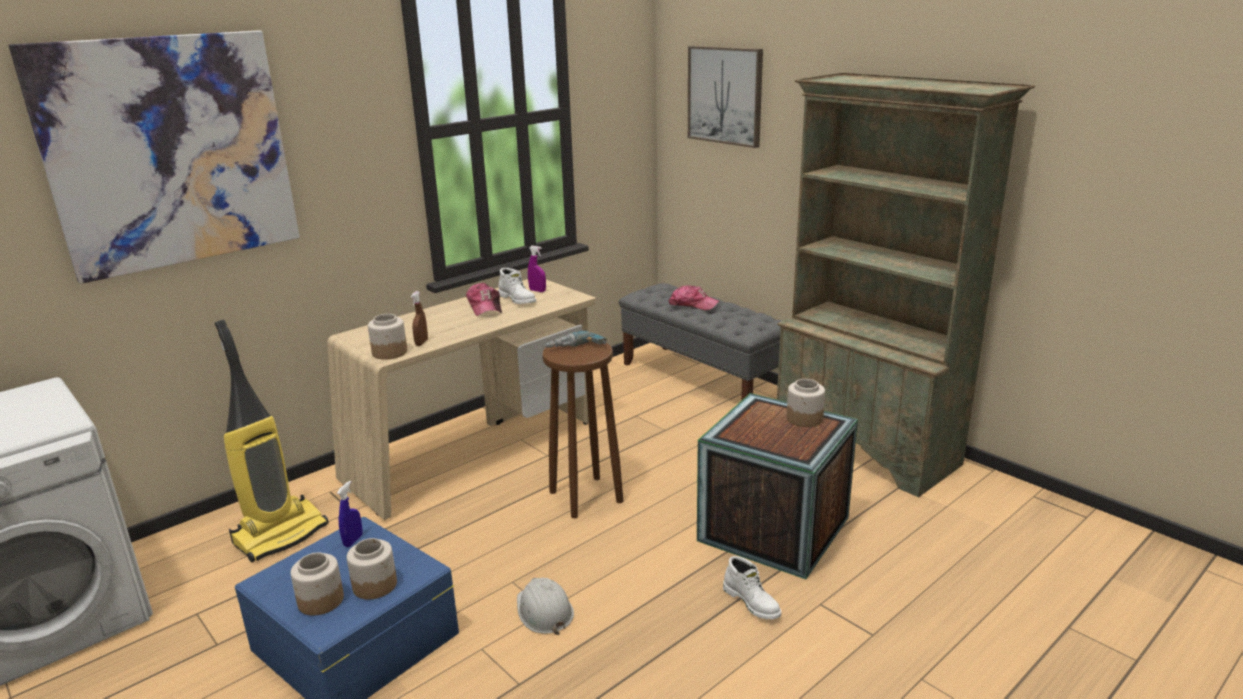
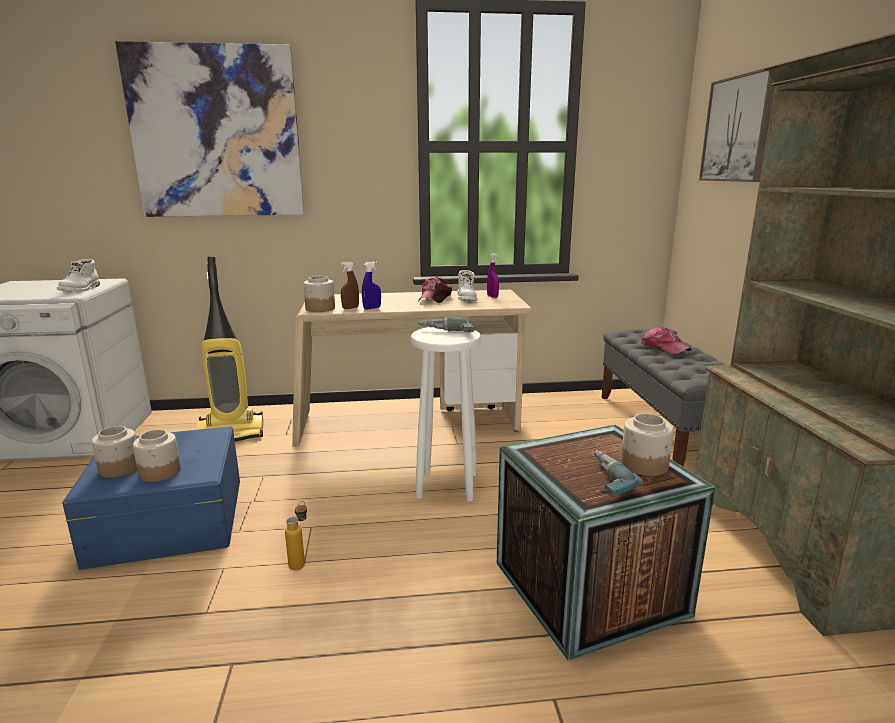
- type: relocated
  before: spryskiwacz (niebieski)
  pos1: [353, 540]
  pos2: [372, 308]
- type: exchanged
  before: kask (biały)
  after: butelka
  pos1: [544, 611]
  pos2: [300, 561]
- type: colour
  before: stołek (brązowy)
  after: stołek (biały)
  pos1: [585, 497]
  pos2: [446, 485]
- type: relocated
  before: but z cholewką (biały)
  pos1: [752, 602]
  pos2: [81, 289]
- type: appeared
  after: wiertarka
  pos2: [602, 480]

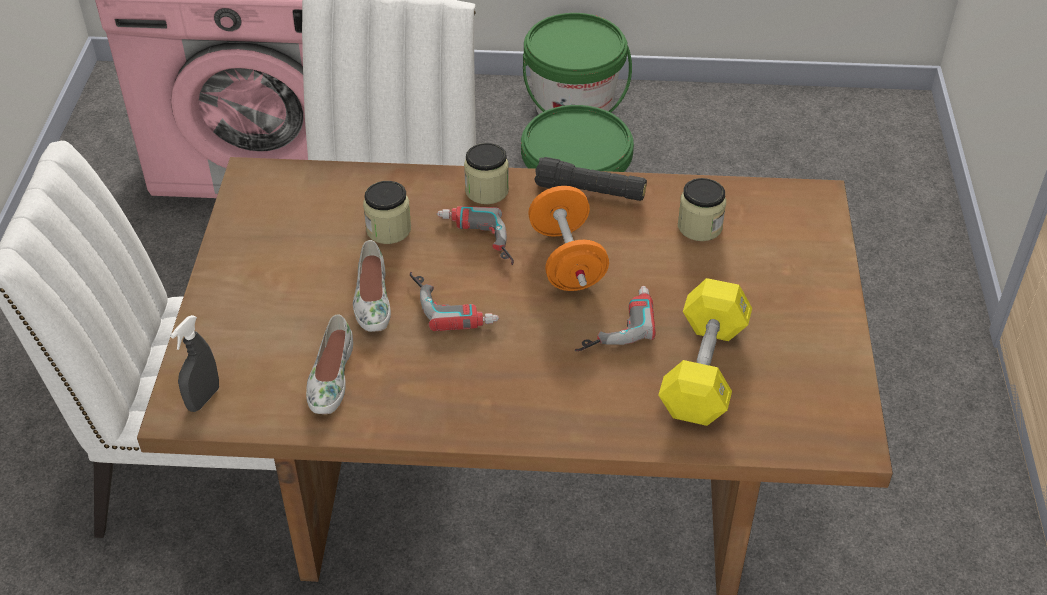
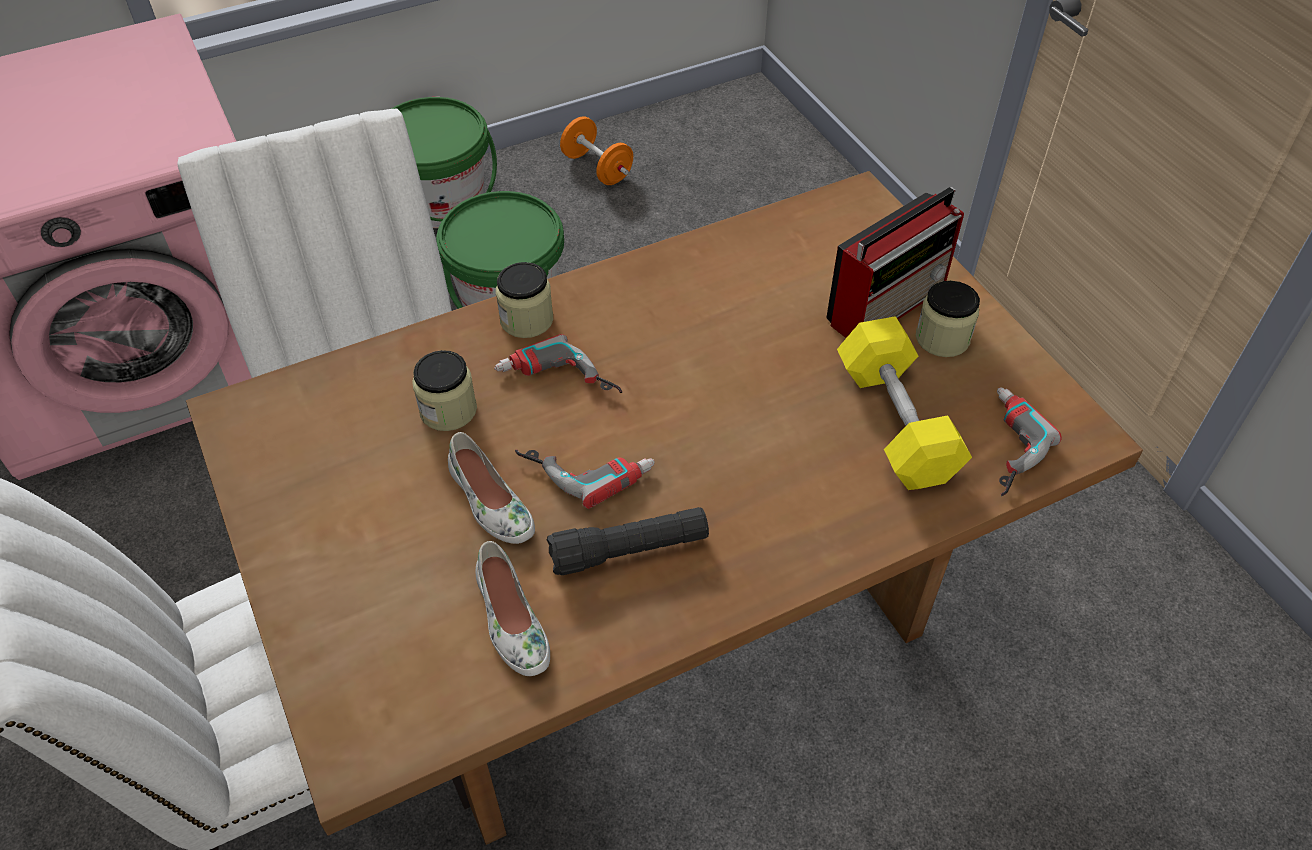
- type: missing
  before: spryskiwacz (szary)
  pos1: [203, 398]
- type: relocated
  before: hantel (pomarańczowy)
  pos1: [567, 260]
  pos2: [597, 168]
- type: relocated
  before: latarka (czarny)
  pos1: [590, 191]
  pos2: [629, 550]
- type: relocated
  before: wiertarka
  pos1: [613, 323]
  pos2: [1001, 445]
- type: relocated
  before: słoik
  pos1: [699, 227]
  pos2: [942, 338]
- type: appeared
  after: radio
  pos2: [888, 304]

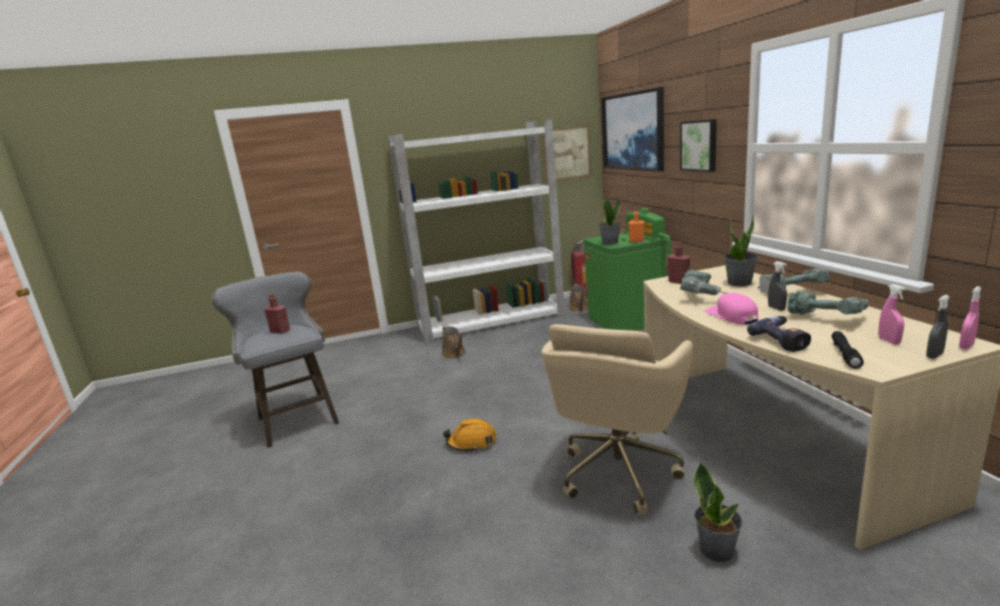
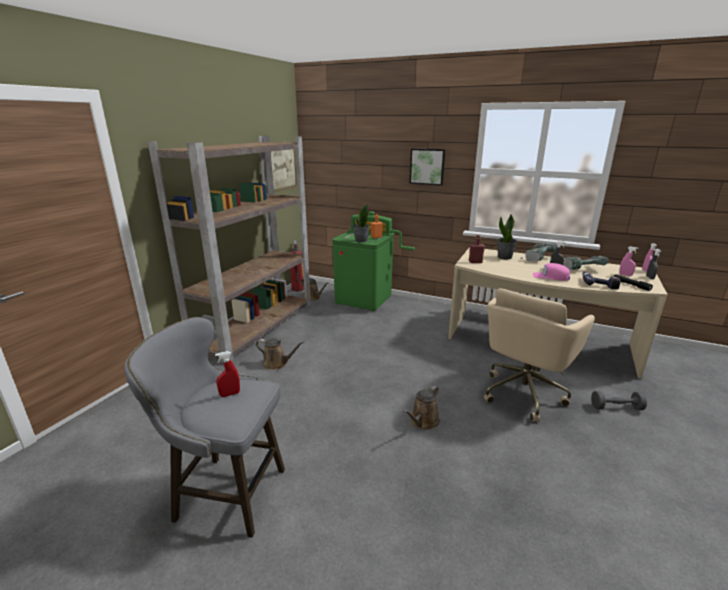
- type: exchanged
  before: butelka (czerwony)
  after: spryskiwacz (czerwony)
  pos1: [280, 331]
  pos2: [230, 394]
- type: colour
  before: regał (biały)
  after: regał (brązowy)
  pos1: [491, 321]
  pos2: [256, 326]
- type: exchanged
  before: kask (pomarańczowy)
  after: konewka (brązowy)
  pos1: [472, 442]
  pos2: [423, 422]
- type: spun
  before: krzesło biurowe (beżowy)
  pos1: [620, 471]
  pos2: [524, 393]
  turn: 60
- type: missing
  before: obraz
  pos1: [633, 131]
- type: missing
  before: wiertarka
  pos1: [702, 296]
- type: exchanged
  before: roślina doniczkowa
  after: hantel (szary)
  pos1: [717, 549]
  pos2: [616, 407]

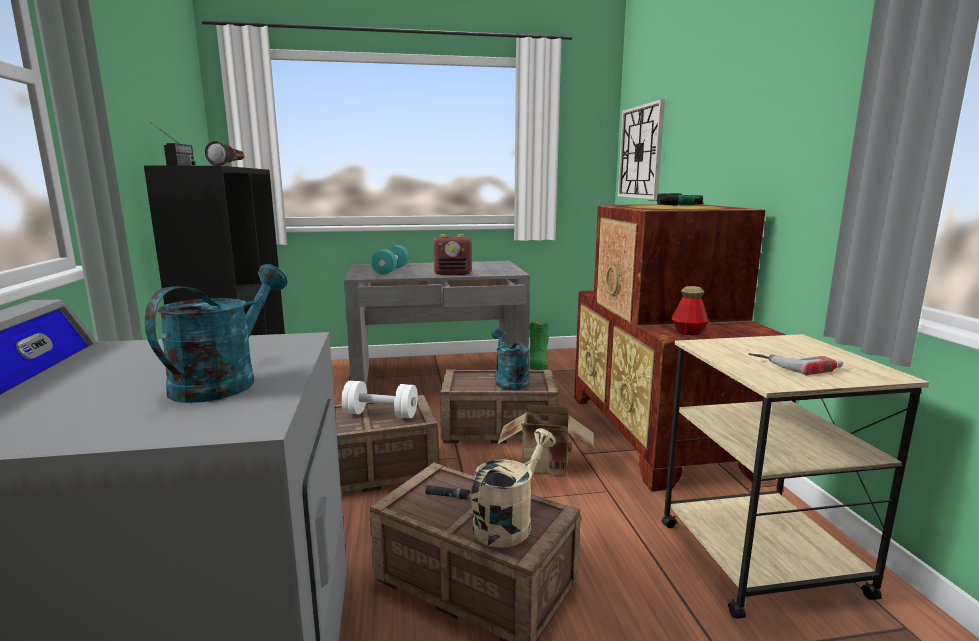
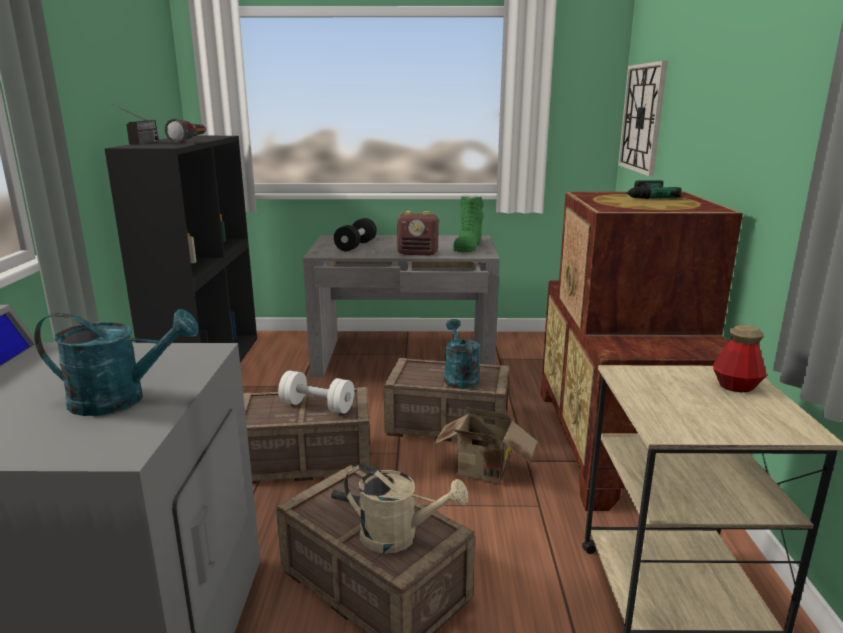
- type: spun
  before: konewka (turkusowy)
  pos1: [224, 381]
  pos2: [121, 399]
  turn: 60
- type: colour
  before: hantel (turkusowy)
  after: hantel (czarny)
  pos1: [391, 270]
  pos2: [356, 246]
- type: spun
  before: konewka (beżowy)
  pos1: [508, 522]
  pos2: [399, 537]
  turn: 60
- type: relocated
  before: but z cholewką (zielony)
  pos1: [538, 363]
  pos2: [468, 246]
- type: relocated
  before: butelka
  pos1: [688, 332]
  pos2: [736, 386]
- type: missing
  before: wiertarka
  pos1: [795, 365]

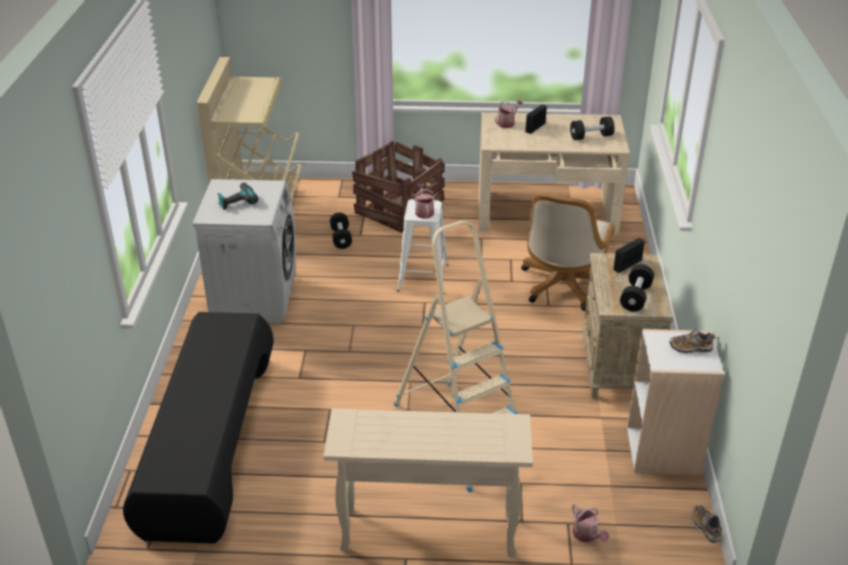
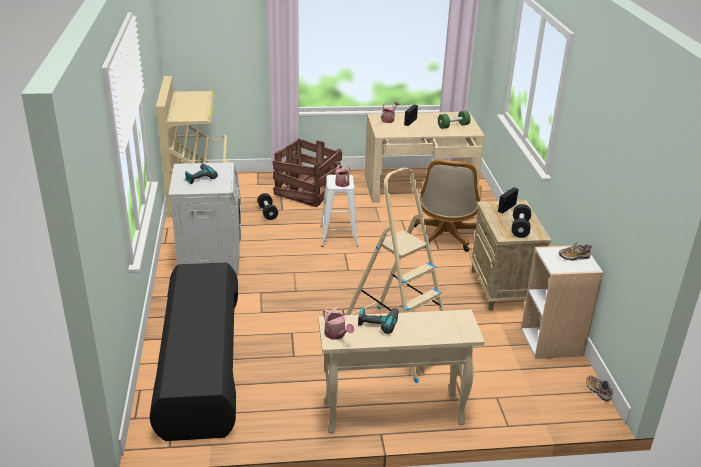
- type: colour
  before: hantel (czarny)
  after: hantel (zielony)
  pos1: [591, 136]
  pos2: [453, 126]
- type: relocated
  before: konewka
  pos1: [587, 535]
  pos2: [336, 335]
- type: appeared
  after: wiertarka
  pos2: [378, 322]

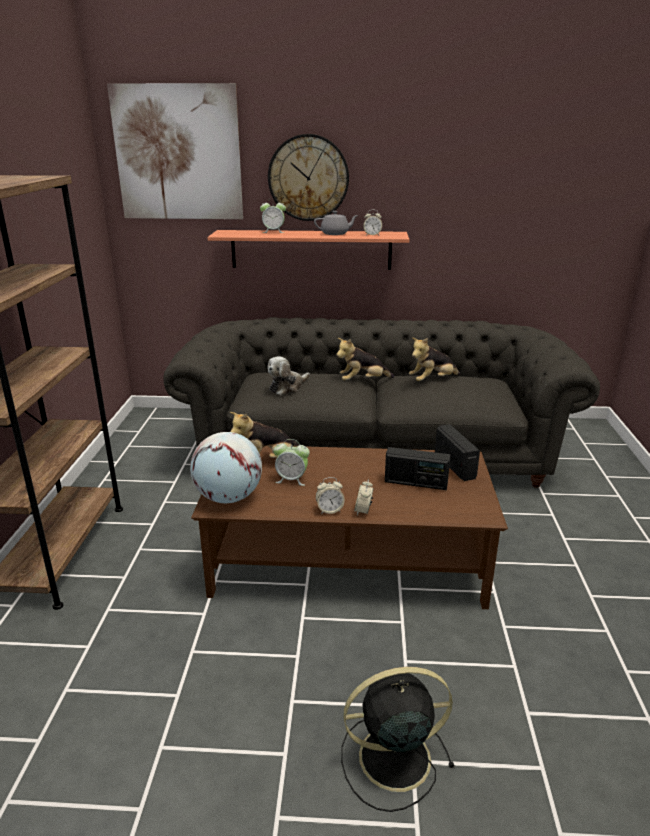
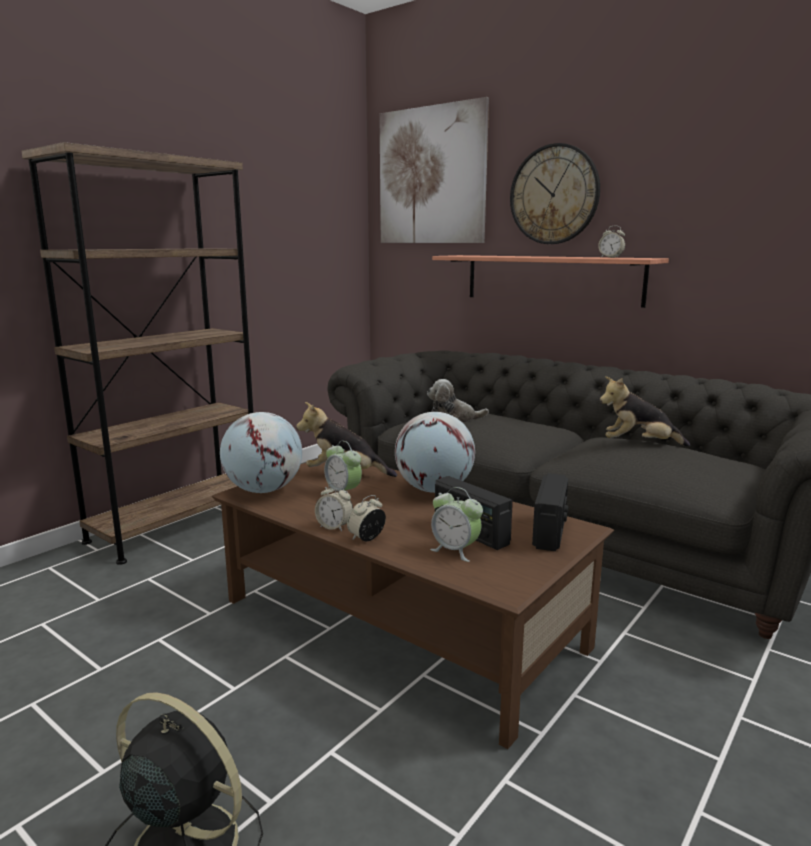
- type: relocated
  before: budzik
  pos1: [273, 232]
  pos2: [455, 551]
- type: missing
  before: imbryk (szary)
  pos1: [335, 234]
- type: missing
  before: pluszak
  pos1: [363, 381]
- type: appeared
  after: globus
  pos2: [434, 489]

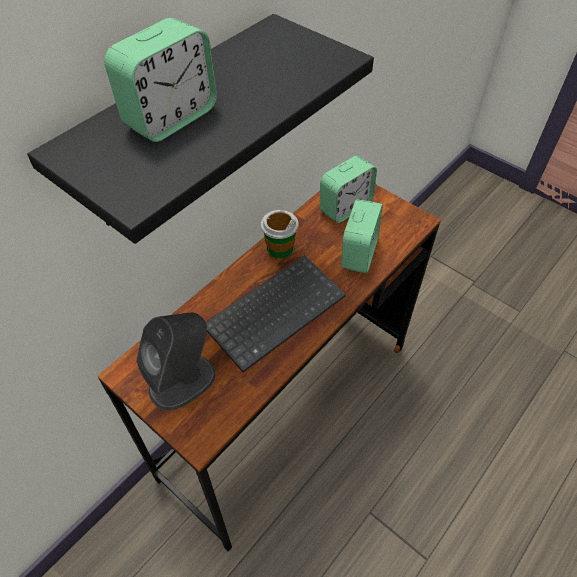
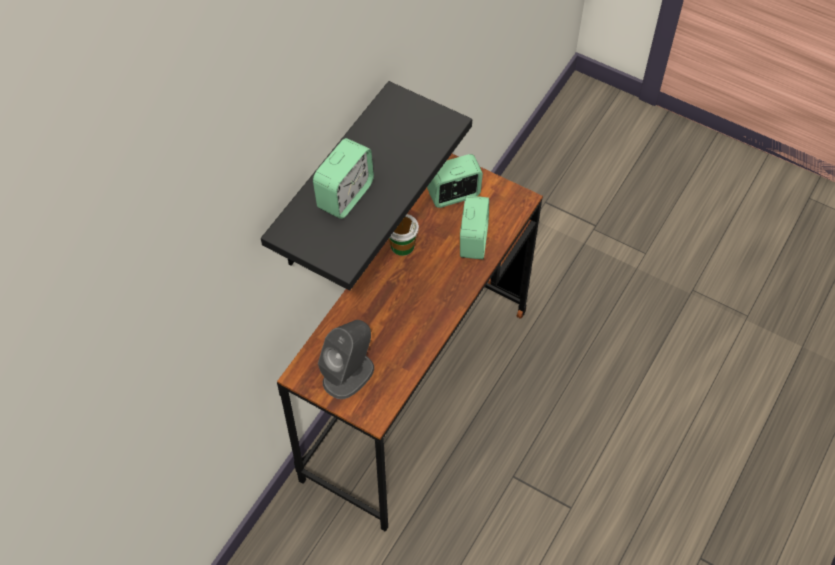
- type: missing
  before: klawiatura
  pos1: [275, 310]
- type: spun
  before: budzik
  pos1: [345, 207]
  pos2: [454, 195]
  turn: -150

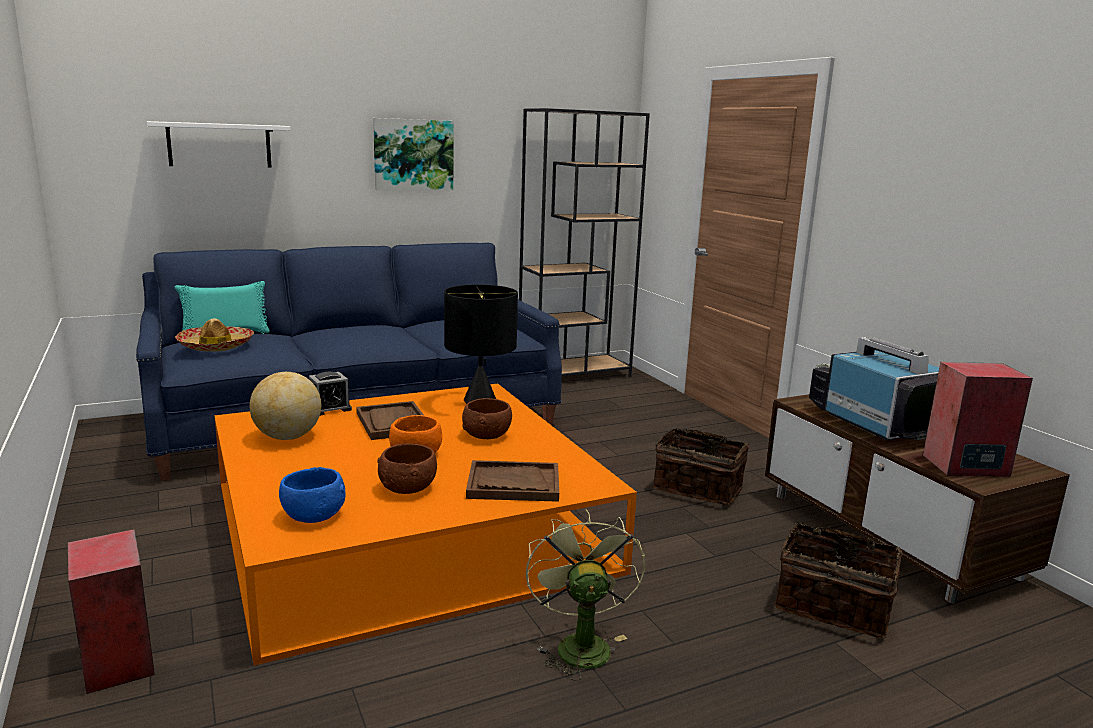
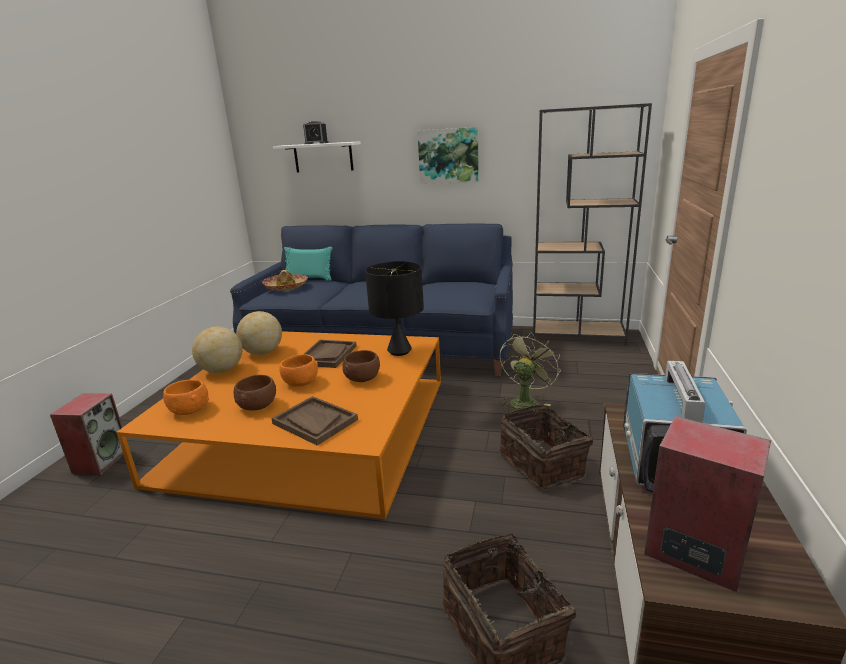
- type: colour
  before: miska (niebieski)
  after: miska (pomarańczowy)
  pos1: [313, 515]
  pos2: [189, 409]
- type: relocated
  before: budzik
  pos1: [329, 409]
  pos2: [316, 143]
- type: relocated
  before: wentylator (zielony)
  pos1: [579, 644]
  pos2: [525, 401]
- type: appeared
  after: globus
  pos2: [222, 370]

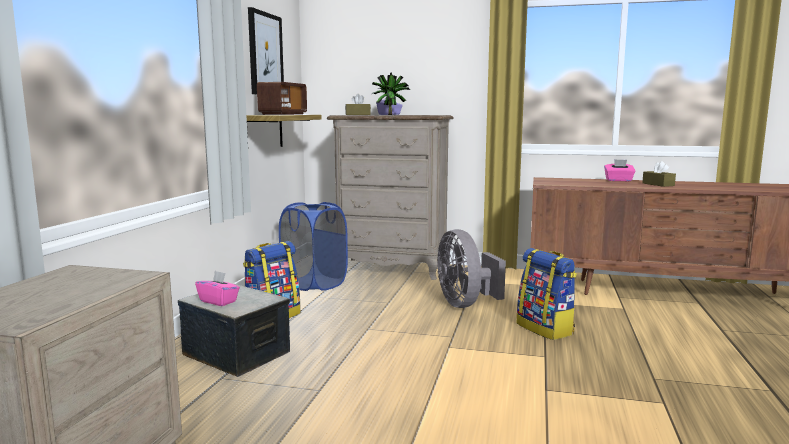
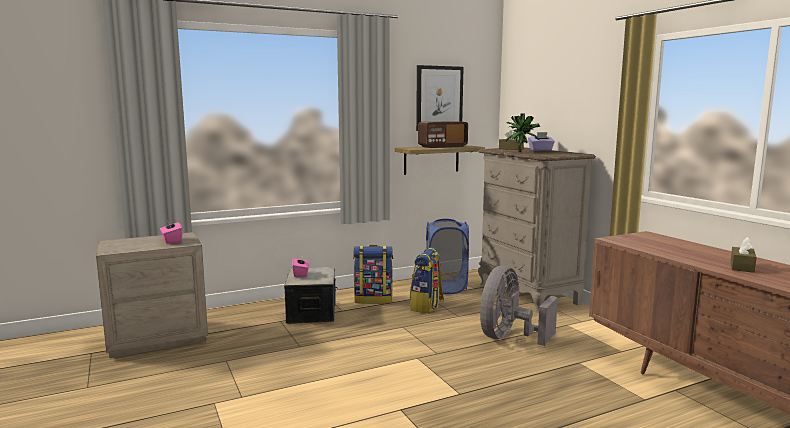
- type: relocated
  before: plecak
  pos1: [546, 329]
  pos2: [427, 306]
- type: relocated
  before: pudełko chusteczek (różowy)
  pos1: [618, 180]
  pos2: [171, 241]

